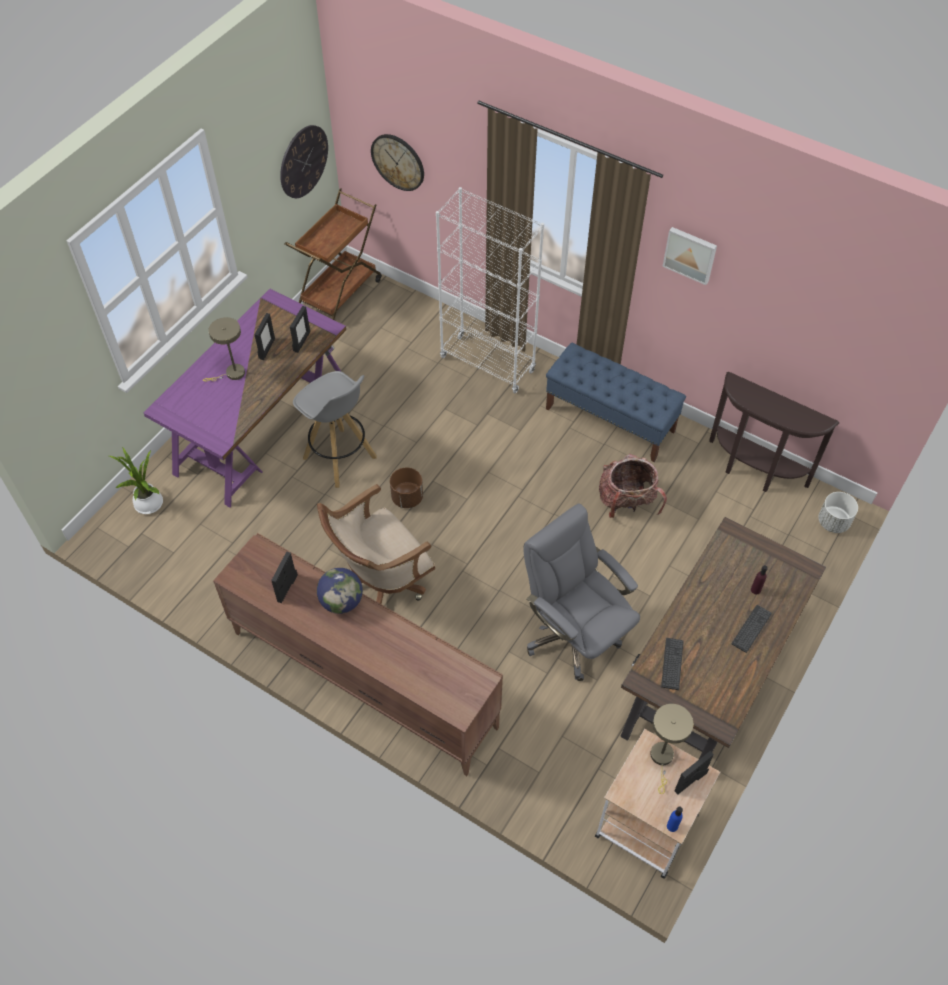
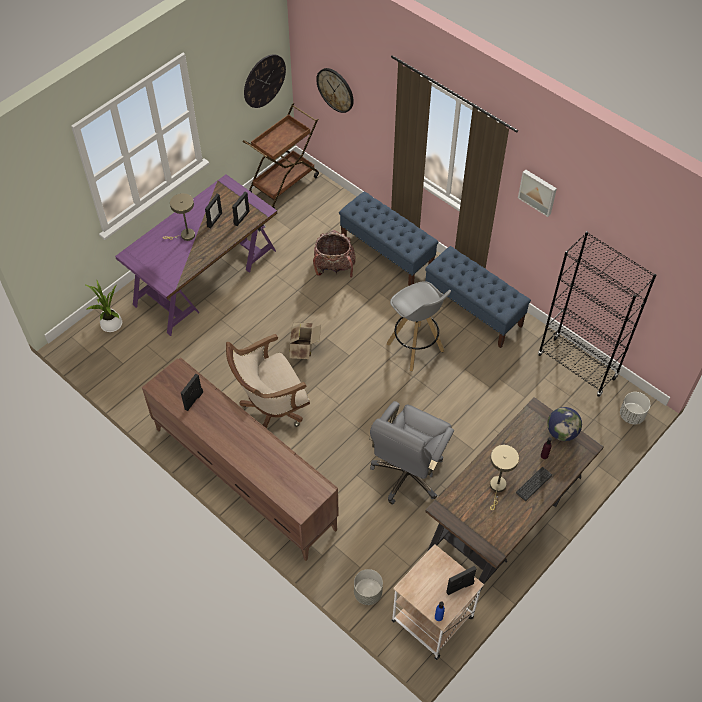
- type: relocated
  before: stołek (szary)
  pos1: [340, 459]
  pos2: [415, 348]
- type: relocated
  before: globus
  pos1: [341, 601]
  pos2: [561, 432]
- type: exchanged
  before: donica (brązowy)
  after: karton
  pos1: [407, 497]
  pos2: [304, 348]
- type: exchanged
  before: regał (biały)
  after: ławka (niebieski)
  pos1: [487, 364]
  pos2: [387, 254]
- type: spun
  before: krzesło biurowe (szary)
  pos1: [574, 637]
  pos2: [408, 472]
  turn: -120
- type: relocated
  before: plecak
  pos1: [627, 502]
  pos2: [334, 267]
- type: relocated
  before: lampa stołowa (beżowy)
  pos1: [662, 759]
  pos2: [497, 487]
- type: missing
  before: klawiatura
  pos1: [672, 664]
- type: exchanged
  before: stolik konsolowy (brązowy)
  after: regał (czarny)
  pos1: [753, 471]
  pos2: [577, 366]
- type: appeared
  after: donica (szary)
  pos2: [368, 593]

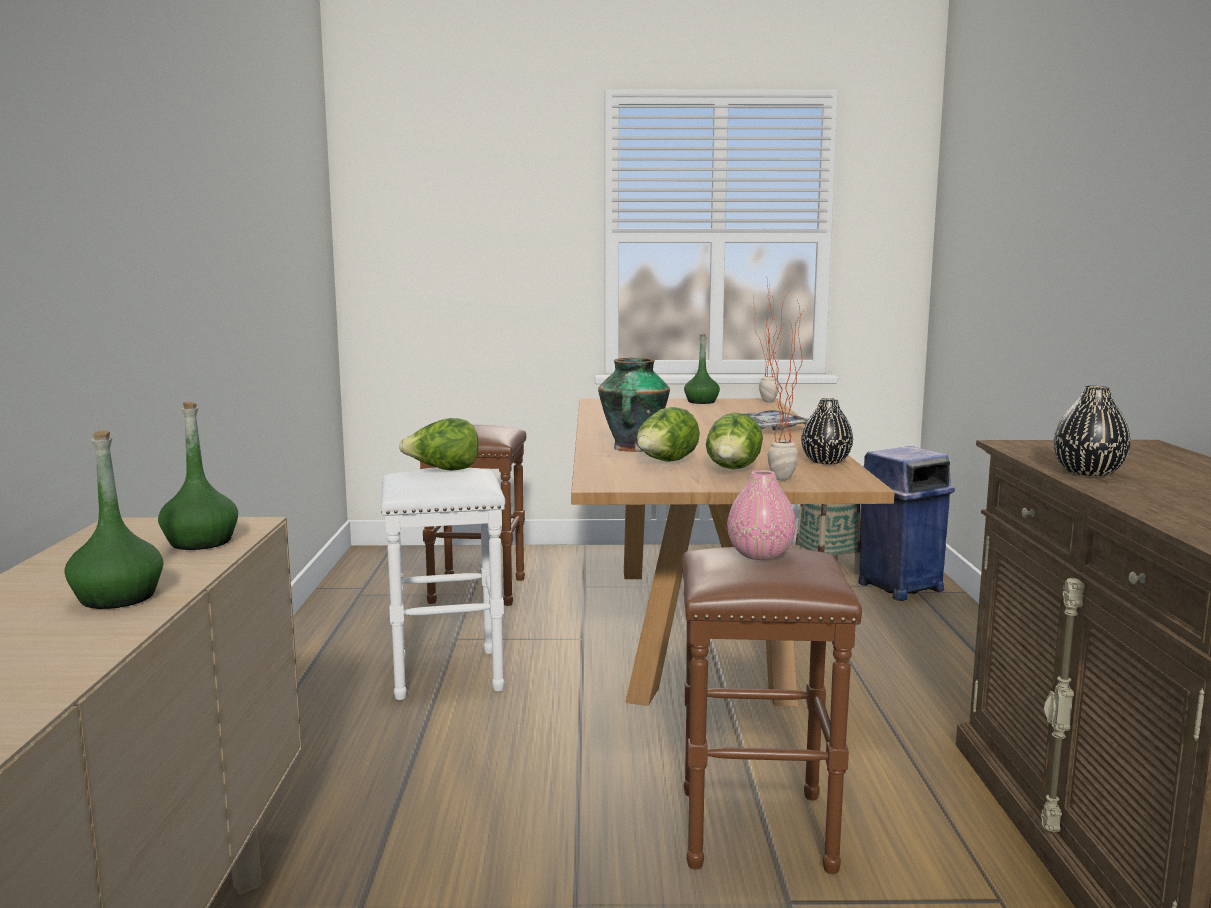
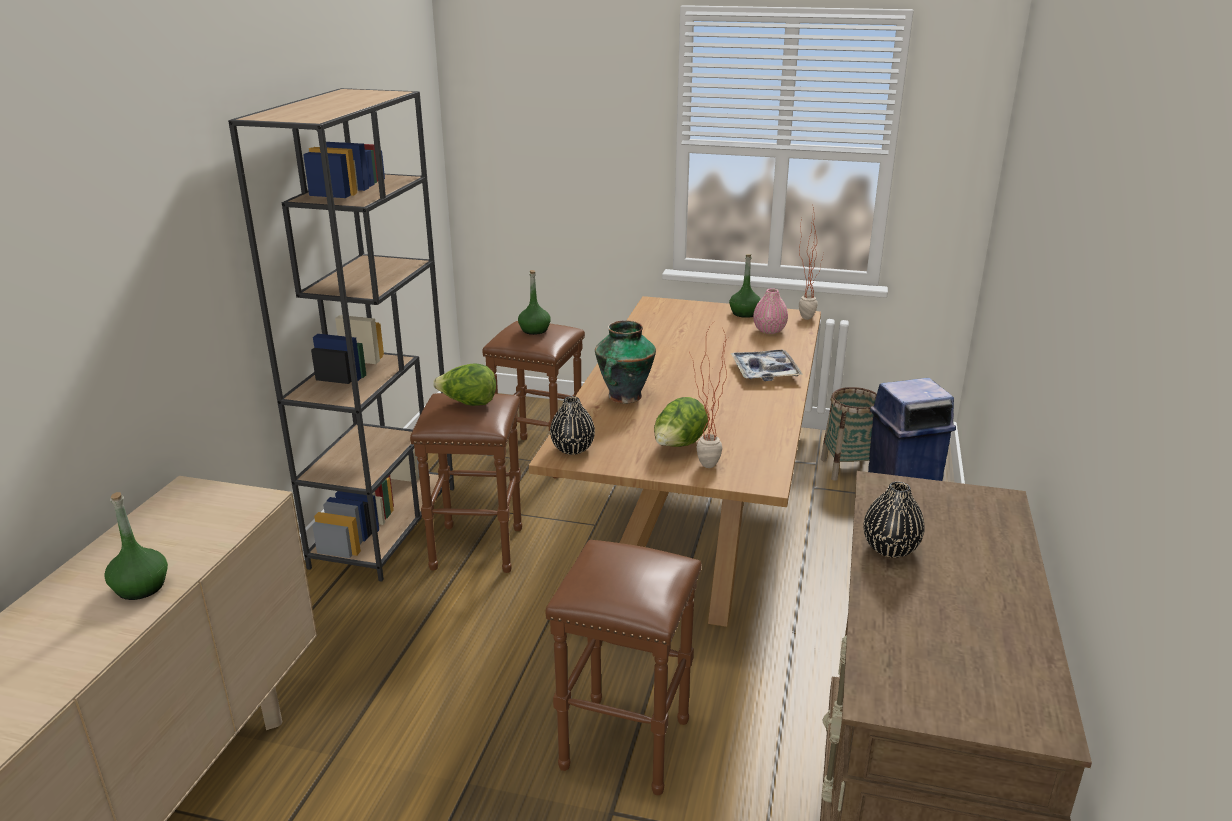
- type: relocated
  before: butelka (zielony)
  pos1: [201, 542]
  pos2: [534, 330]
- type: colour
  before: stołek (biały)
  after: stołek (brązowy)
  pos1: [444, 672]
  pos2: [475, 547]
- type: missing
  before: sałata
  pos1: [665, 462]
- type: relocated
  before: wazon (różowy)
  pos1: [760, 555]
  pos2: [769, 331]
- type: relocated
  before: wazon (czarny)
  pos1: [826, 461]
  pos2: [573, 449]
- type: appeared
  after: regał
  pos2: [385, 525]

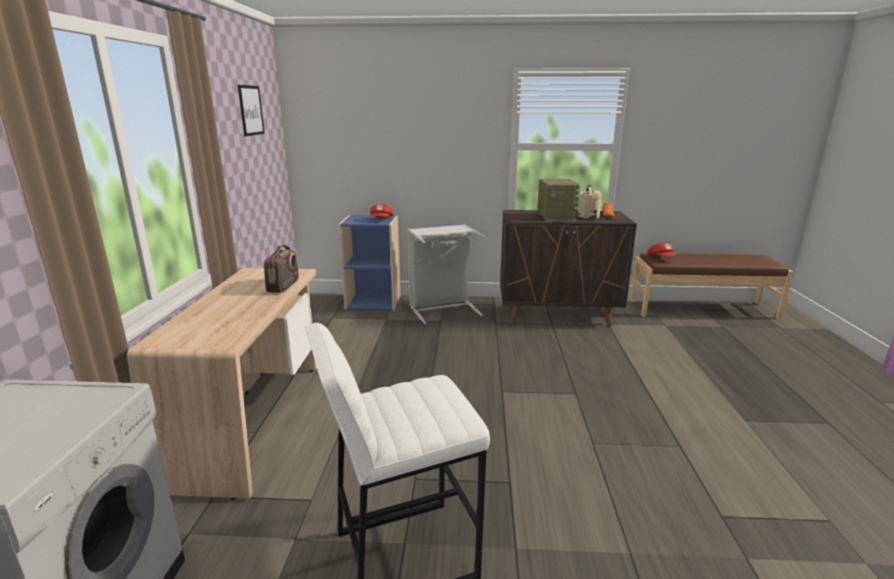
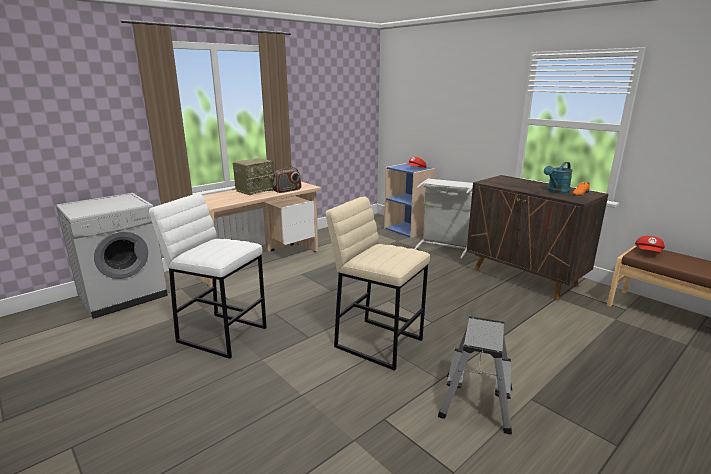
- type: missing
  before: obraz
  pos1: [251, 110]
- type: relocated
  before: radio
  pos1: [555, 217]
  pos2: [255, 190]
- type: colour
  before: konewka (beżowy)
  after: konewka (turkusowy)
  pos1: [589, 217]
  pos2: [556, 192]
- type: appeared
  after: stołek (beżowy)
  pos2: [377, 342]
- type: appeared
  after: drabinka (szary)
  pos2: [476, 402]

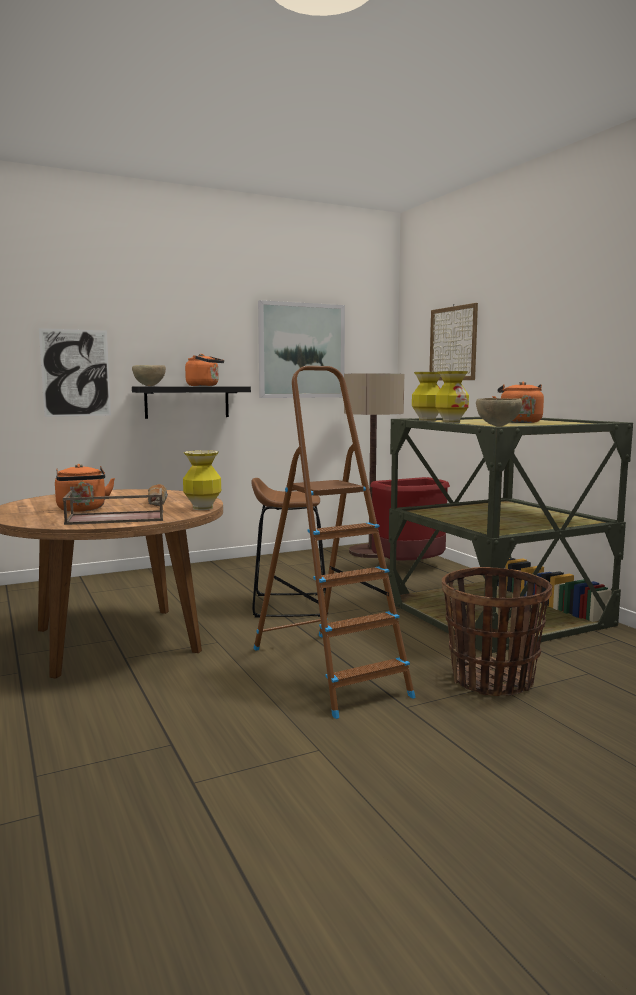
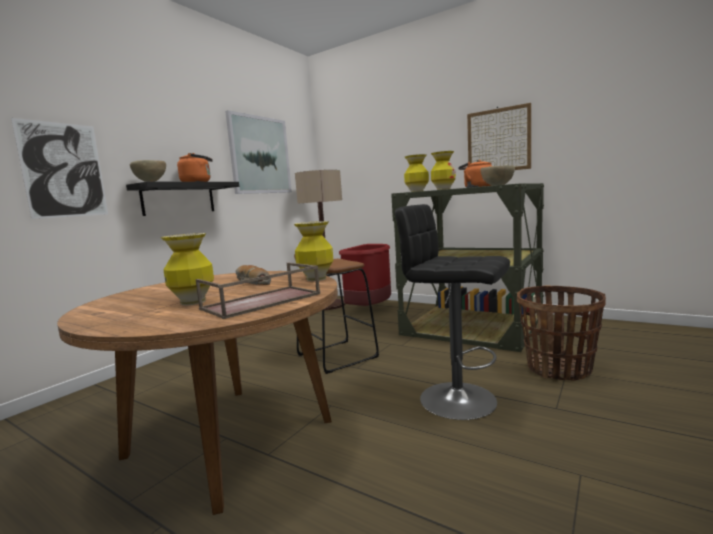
- type: exchanged
  before: czajnik (pomarańczowy)
  after: wazon
  pos1: [82, 509]
  pos2: [193, 302]
- type: exchanged
  before: drabinka (brązowy)
  after: stołek (czarny)
  pos1: [328, 671]
  pos2: [457, 399]
- type: relocated
  before: obraz
  pos1: [453, 342]
  pos2: [498, 139]

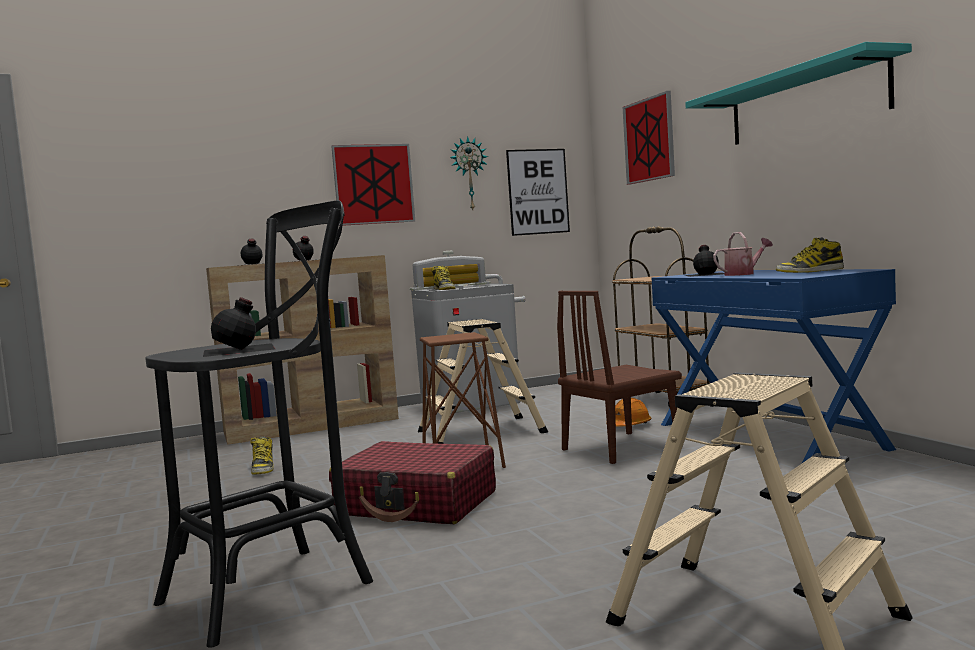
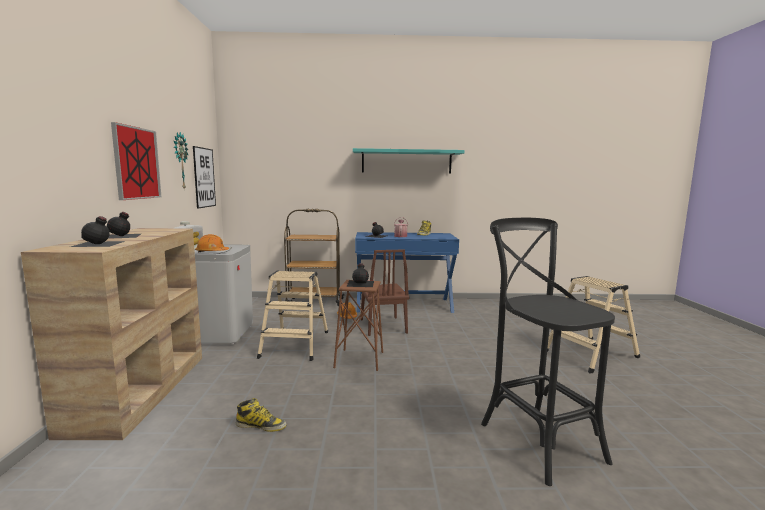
- type: relocated
  before: butelka (czarny)
  pos1: [240, 349]
  pos2: [361, 283]
- type: missing
  before: walizka (czerwony)
  pos1: [417, 504]
- type: exchanged
  before: but z cholewką
  after: kask (pomarańczowy)
  pos1: [444, 289]
  pos2: [212, 252]
- type: missing
  before: obraz
  pos1: [649, 140]

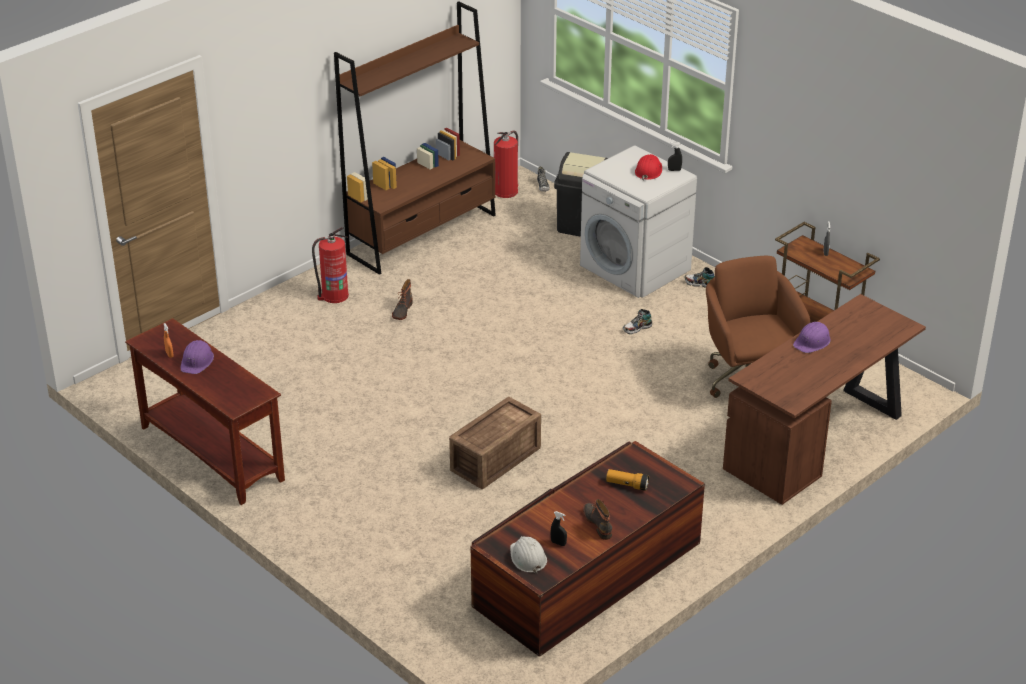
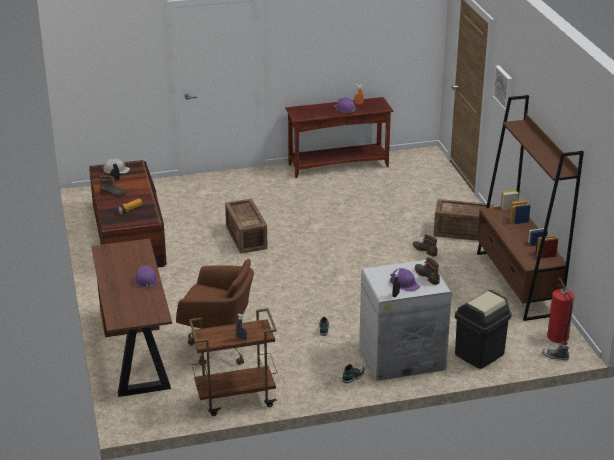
- type: exchanged
  before: gaśnica
  after: skrzynka
  pos1: [334, 296]
  pos2: [463, 232]
- type: colour
  before: kask (czerwony)
  after: kask (fioletowy)
  pos1: [648, 171]
  pos2: [404, 283]
- type: appeared
  after: but z cholewką
  pos2: [427, 276]
- type: appeared
  after: obraz
  pos2: [504, 87]

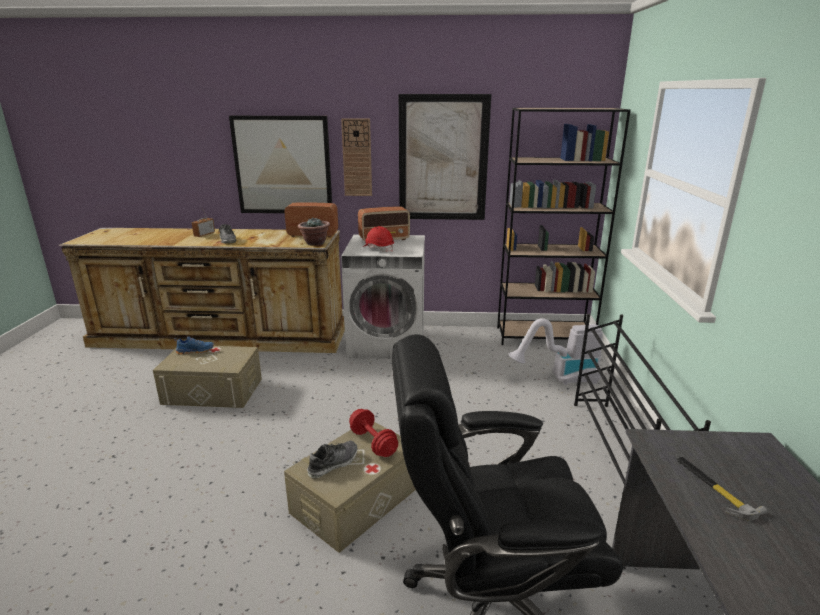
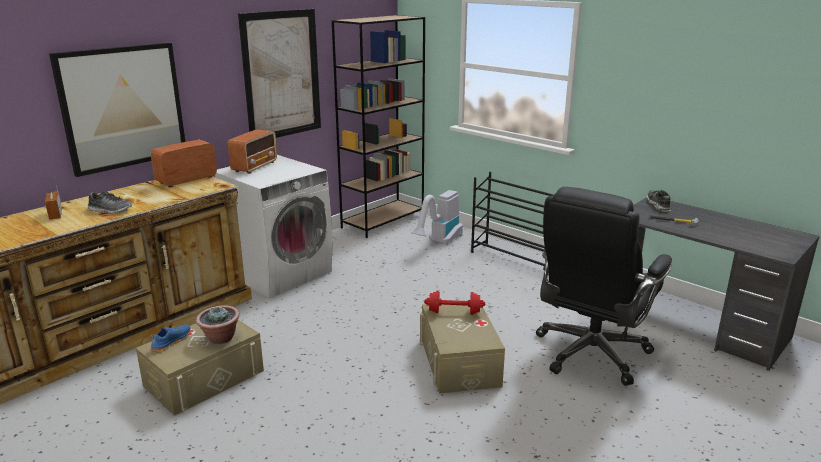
- type: relocated
  before: roślina doniczkowa
  pos1: [315, 243]
  pos2: [220, 338]
- type: relocated
  before: but
  pos1: [333, 464]
  pos2: [658, 205]
- type: missing
  before: zegar ścienny
  pos1: [357, 158]
- type: missing
  before: kask (czerwony)
  pos1: [378, 248]

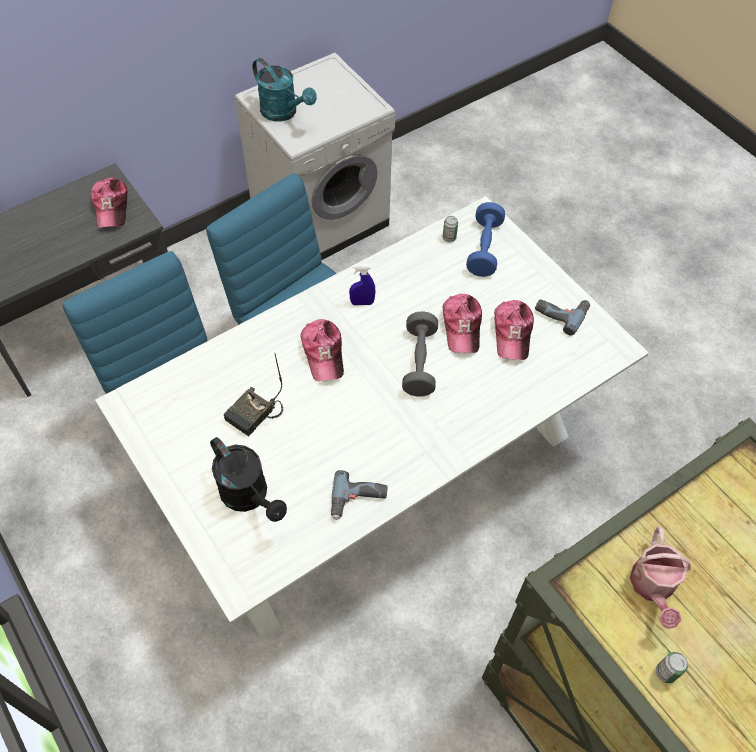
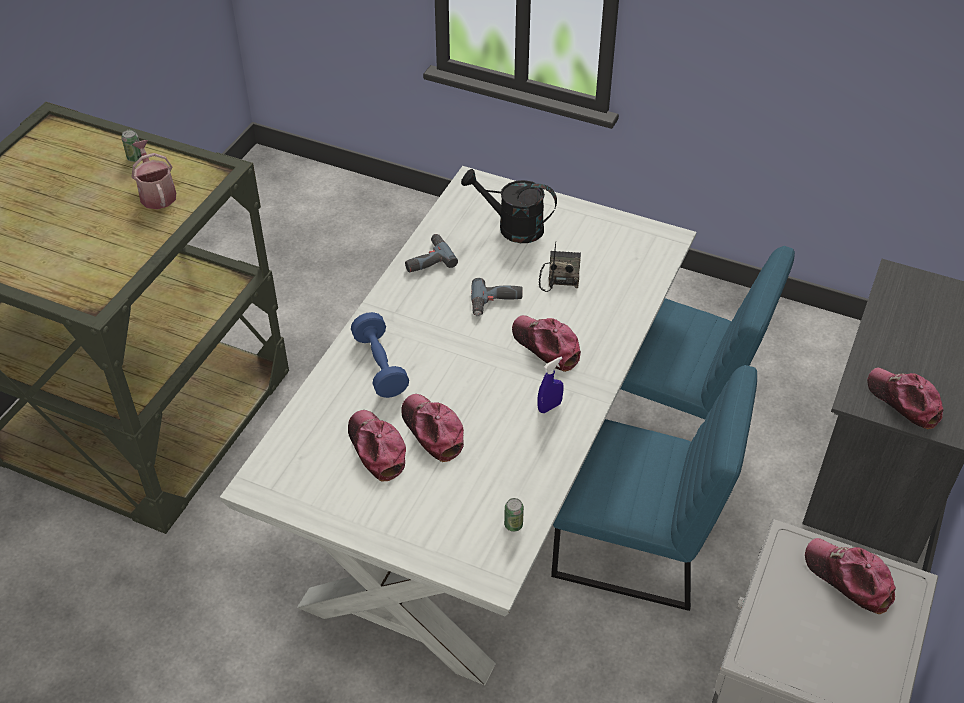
- type: exchanged
  before: konewka (turkusowy)
  after: czapka z daszkiem
  pos1: [284, 113]
  pos2: [849, 578]
- type: missing
  before: hantel (szary)
  pos1: [419, 362]
- type: relocated
  before: hantel (niebieski)
  pos1: [484, 248]
  pos2: [380, 366]
- type: relocated
  before: wiertarka
  pos1: [561, 312]
  pos2: [496, 303]

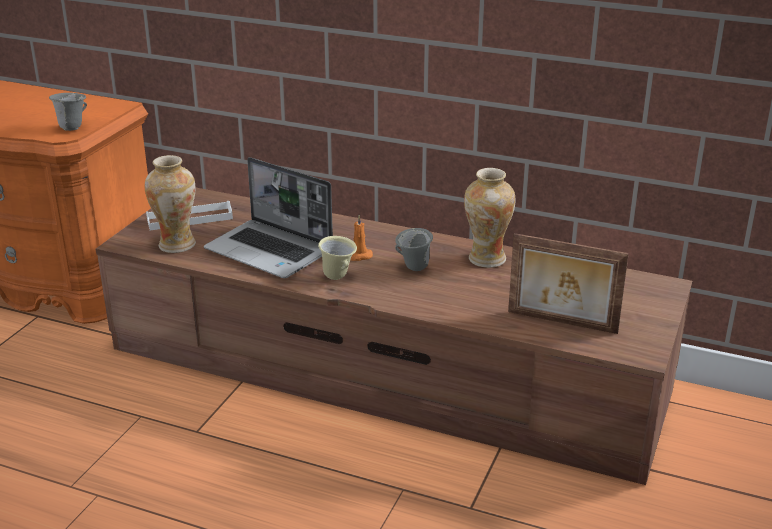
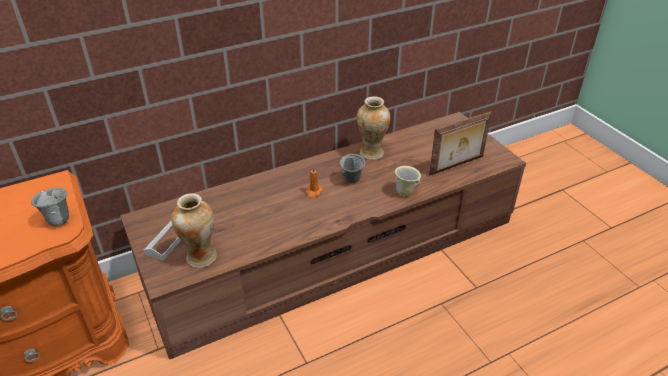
- type: missing
  before: laptop
  pos1: [271, 251]
- type: relocated
  before: kubek (beżowy)
  pos1: [338, 277]
  pos2: [405, 192]

